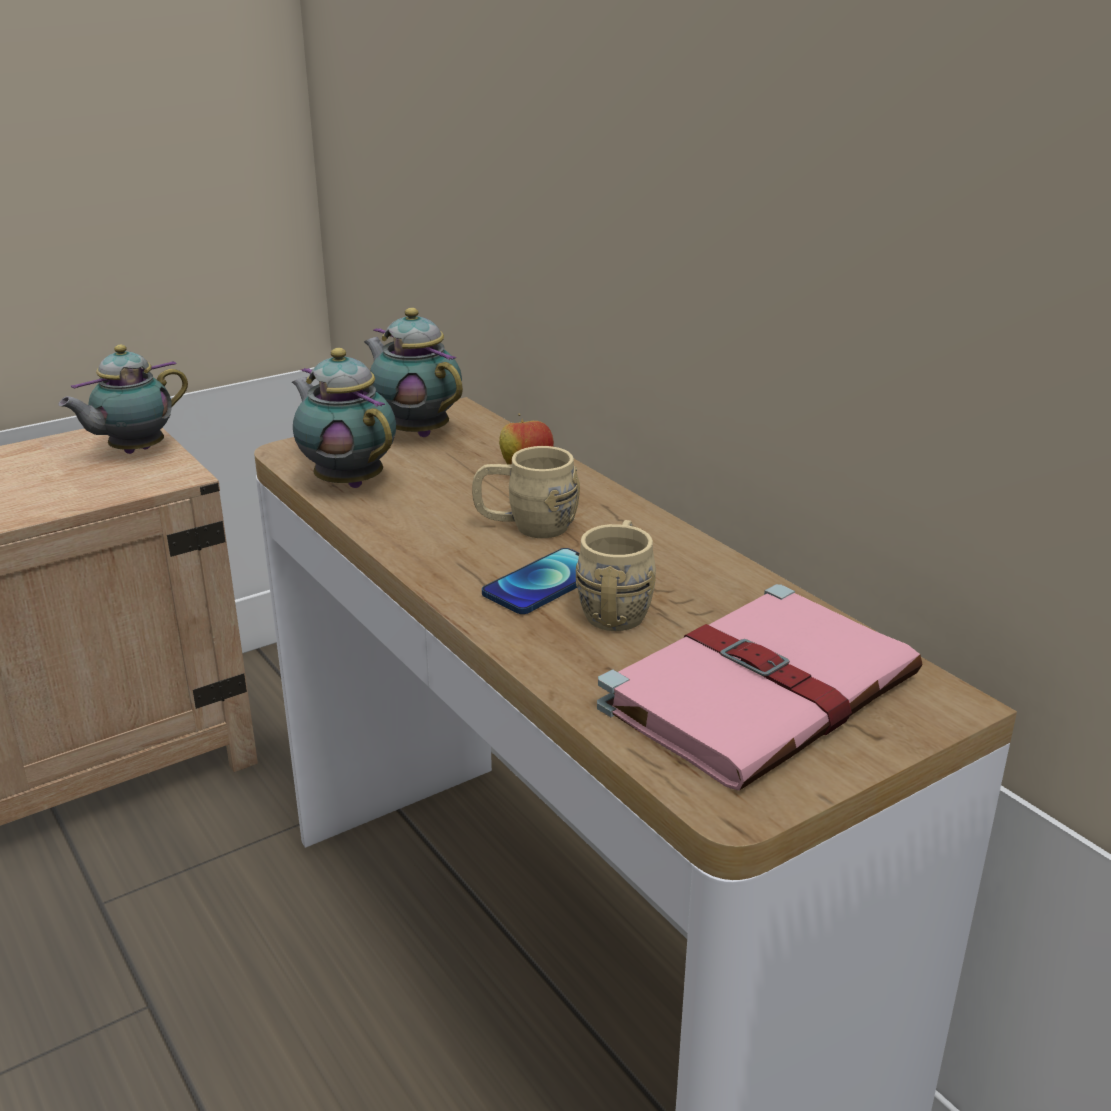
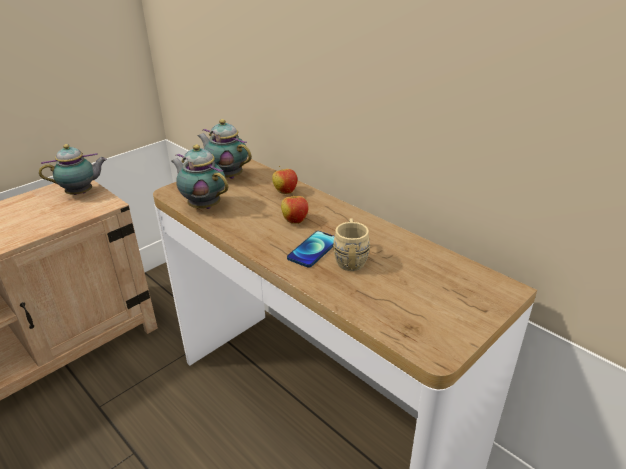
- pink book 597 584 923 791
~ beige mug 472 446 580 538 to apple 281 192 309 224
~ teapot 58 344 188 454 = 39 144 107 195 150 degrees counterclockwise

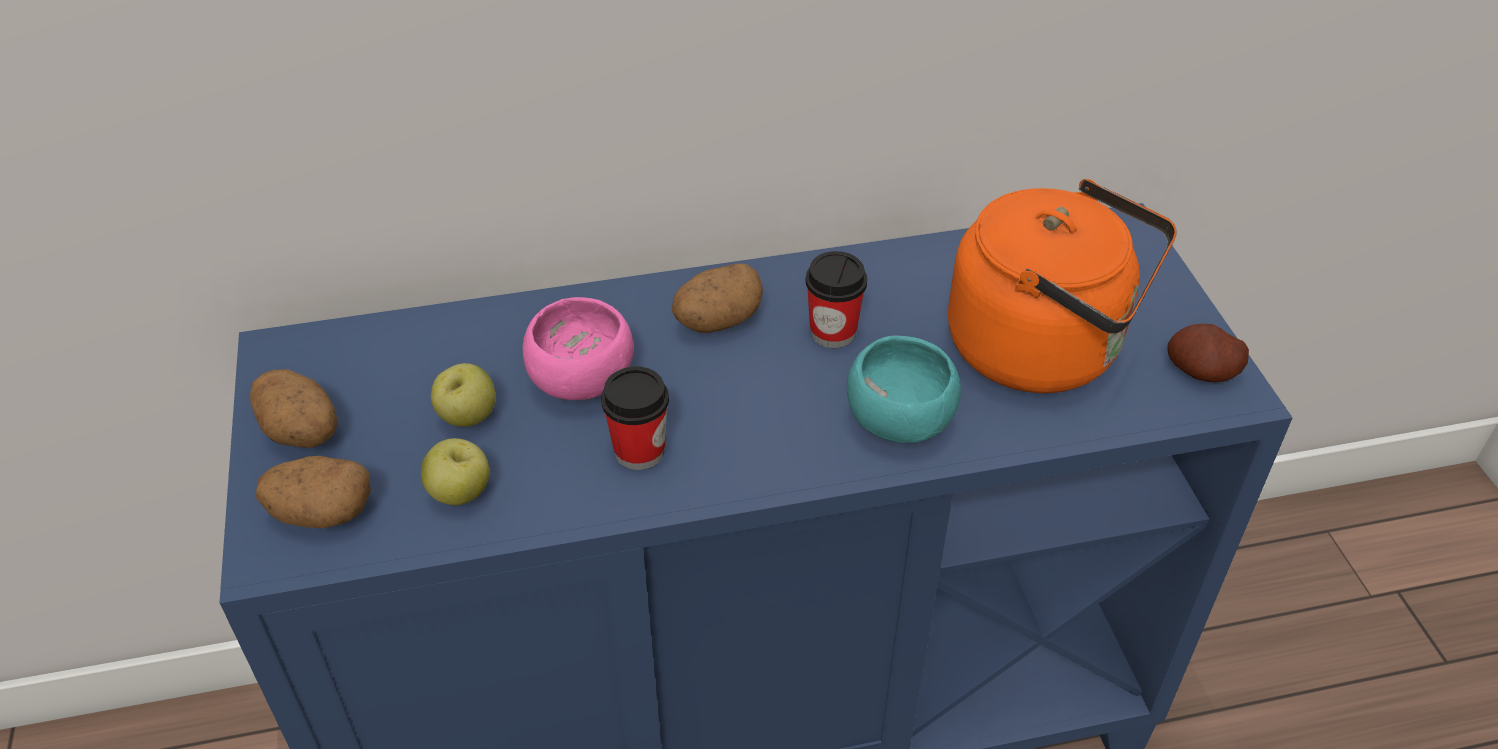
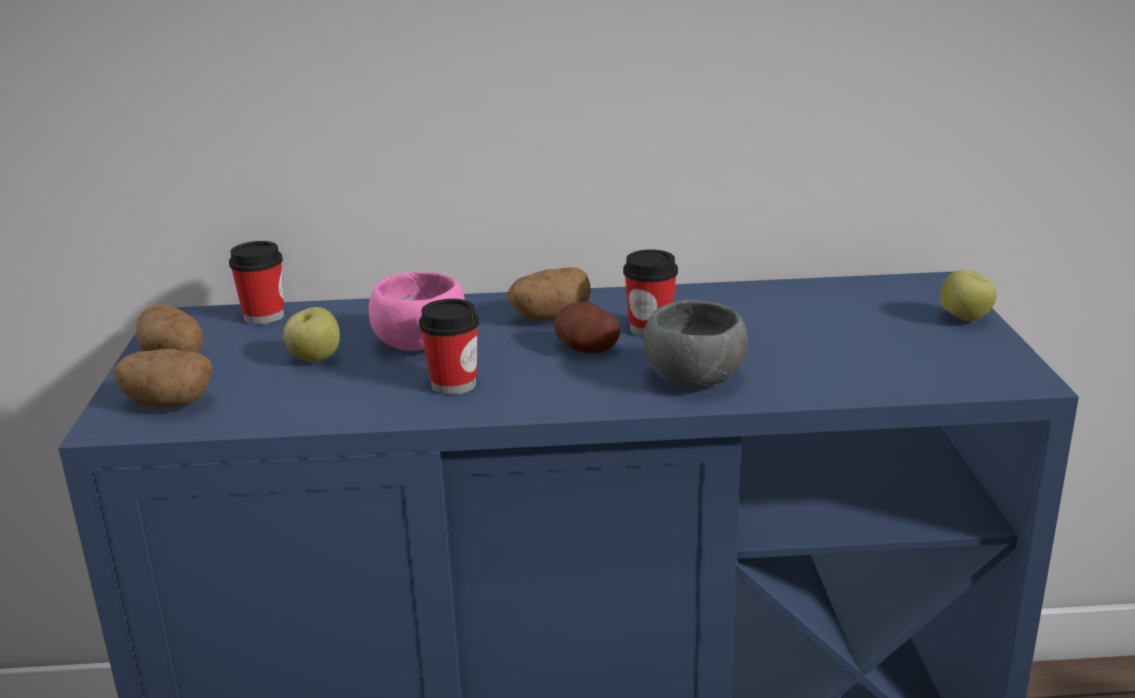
- orange kettle 948 179 1177 393
+ cup 229 241 284 324
~ apple 421 438 489 506 to 940 270 997 321
~ potato 1167 324 1249 382 to 554 302 620 354
~ turquoise bowl 847 336 961 443 to grey bowl 644 300 748 387

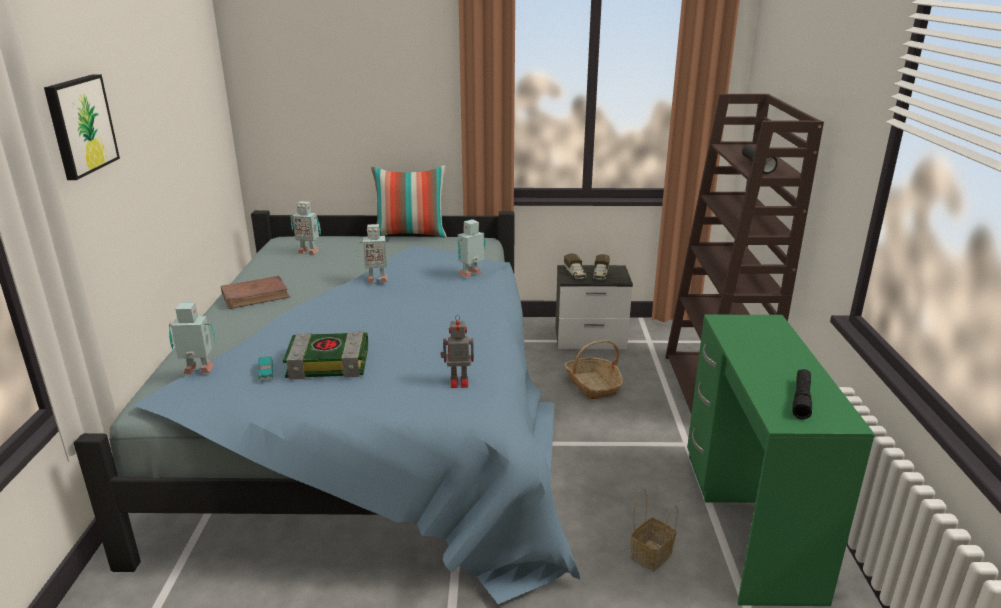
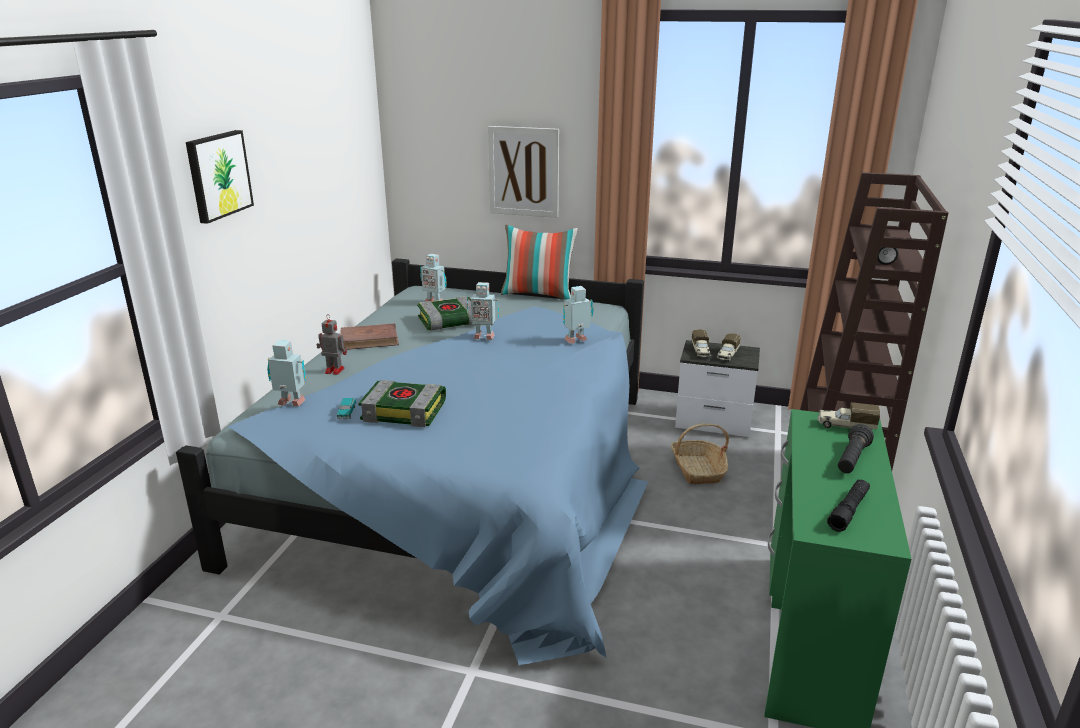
- basket 630 488 678 572
+ book 417 296 472 331
+ picture 488 126 559 218
+ toy truck 817 403 880 430
+ black flashlight 838 424 874 473
~ toy robot 440 315 474 388 to 316 316 347 375

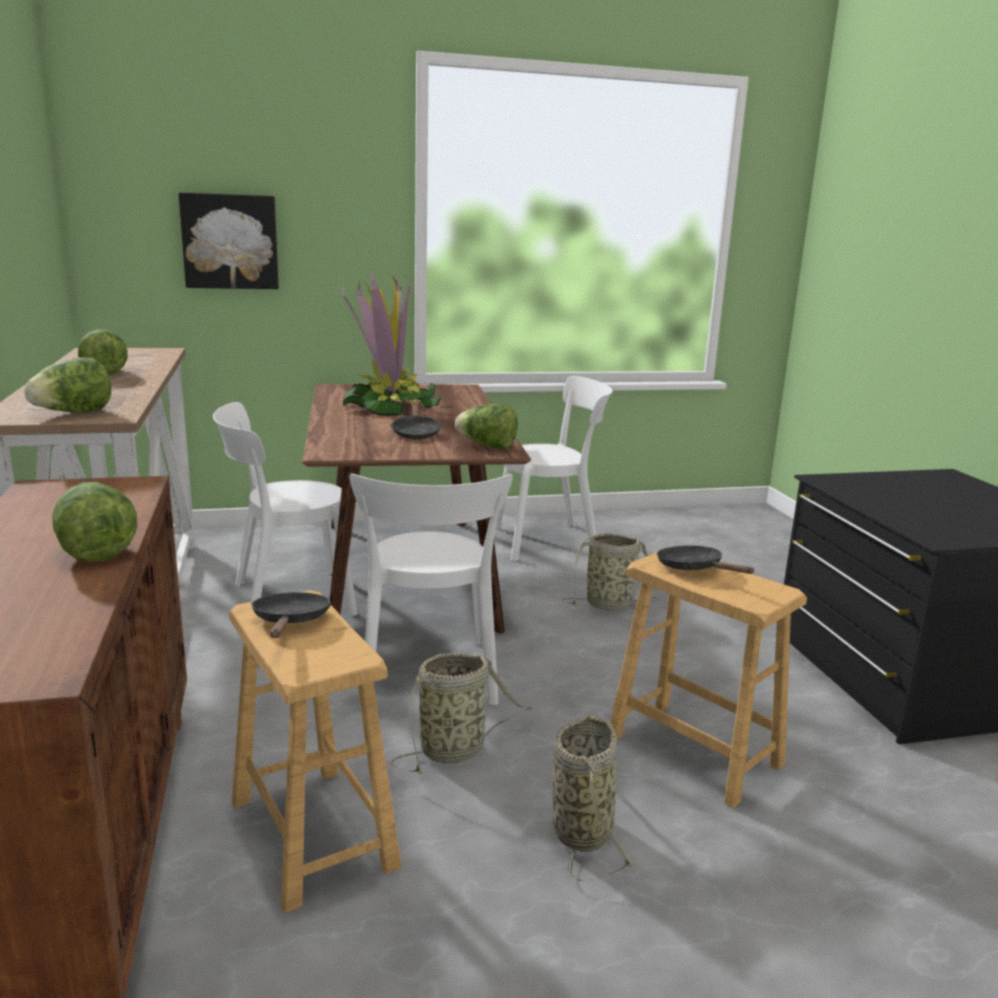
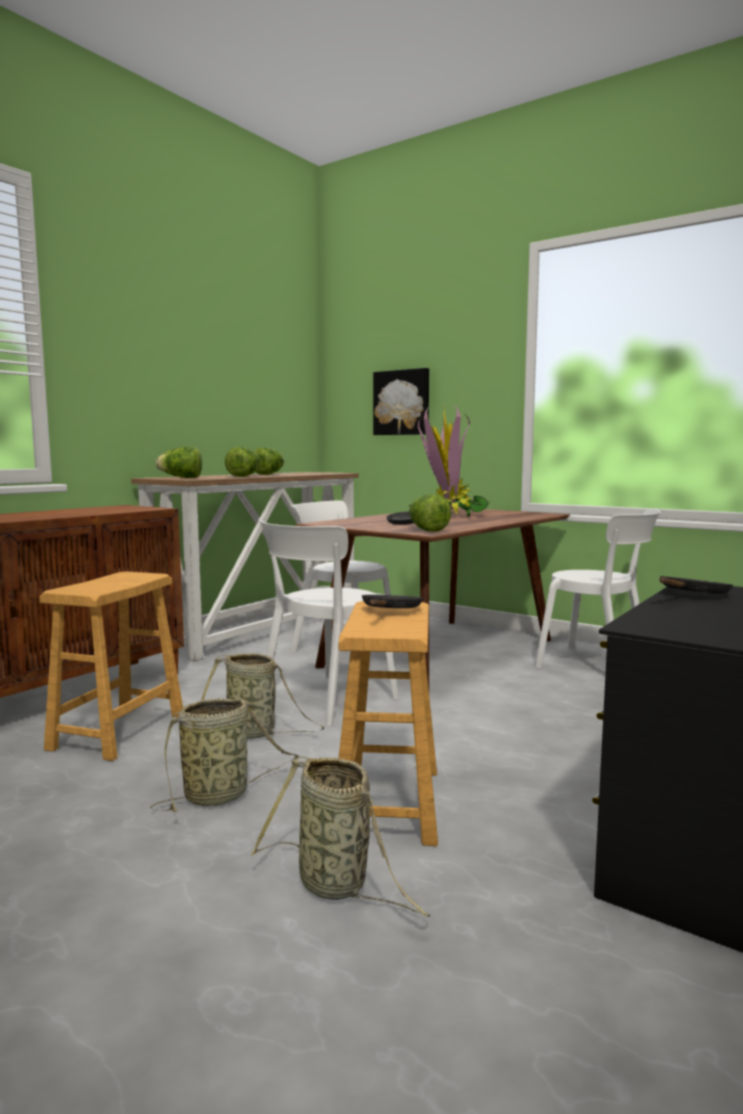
~ lettuce 52 482 137 562 to 225 447 260 477
~ black frying pan 251 592 331 638 to 660 576 733 594
~ basket 562 533 667 611 to 251 756 430 917

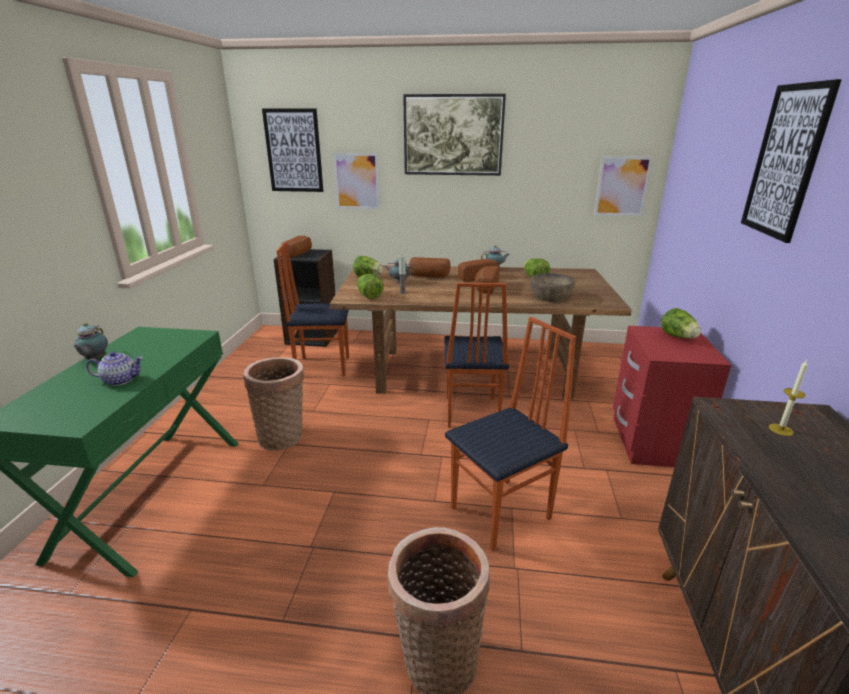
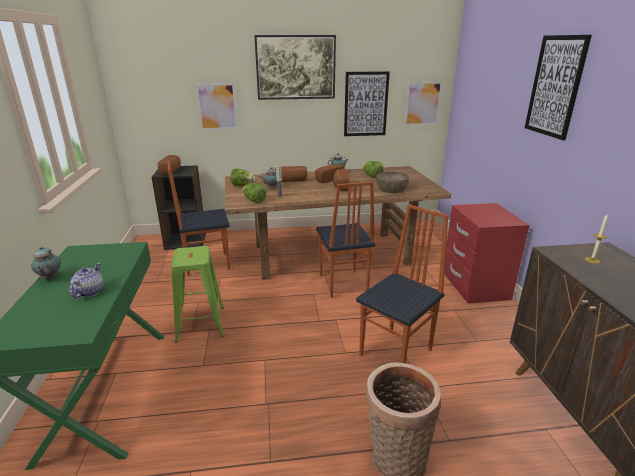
- lettuce 661 308 701 339
~ picture 262 108 324 192 to 344 71 390 136
~ basket 243 357 304 451 to green stool 171 246 224 343
~ teapot 86 351 144 386 = 70 263 104 298 60 degrees counterclockwise

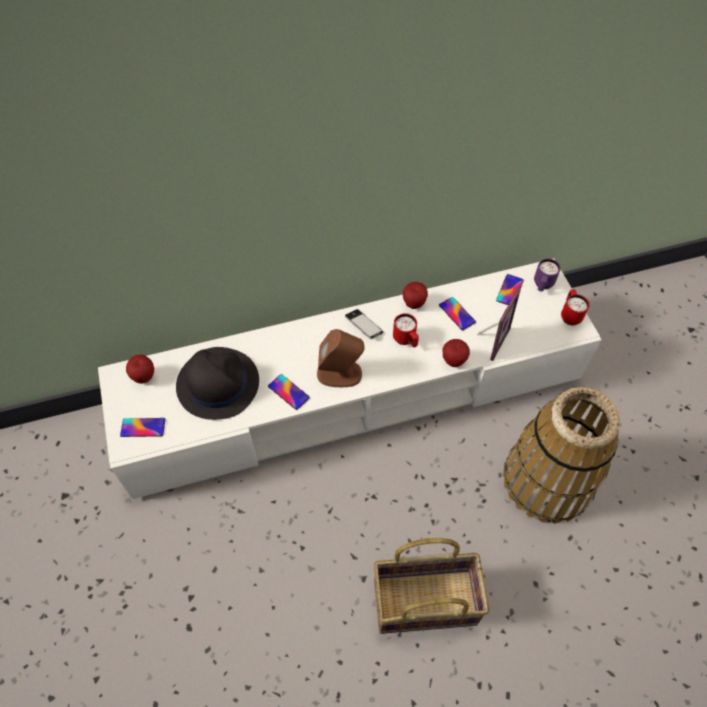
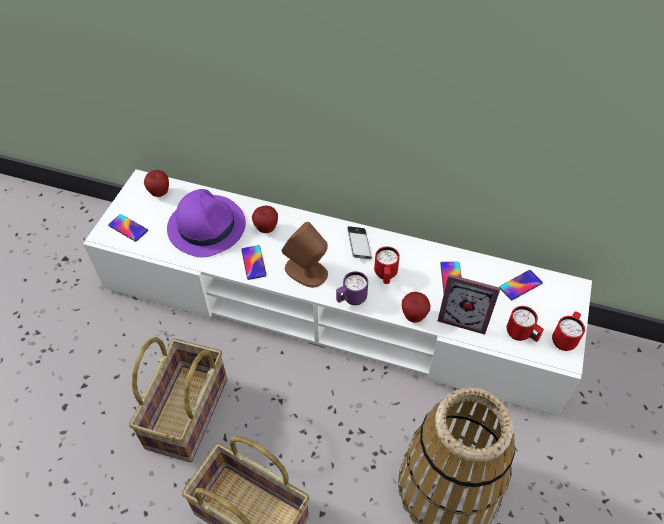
+ basket 129 337 227 462
+ red mug 507 306 544 342
~ apple 403 282 428 309 to 252 205 278 233
~ purple mug 534 258 561 292 to 336 271 368 305
~ black hat 176 347 259 420 to purple hat 167 189 246 257
~ picture frame 478 287 521 361 = 438 274 500 335 45 degrees clockwise

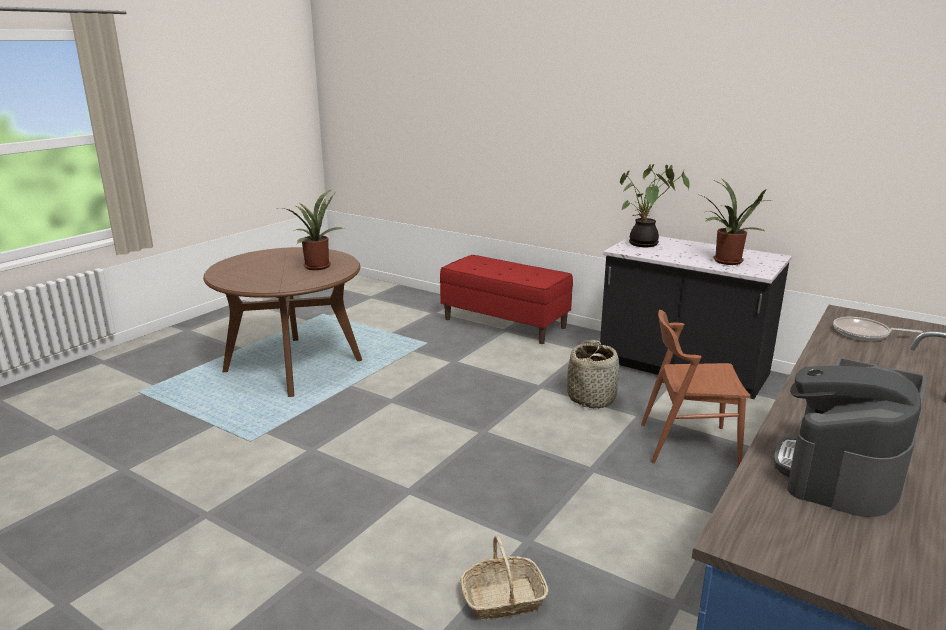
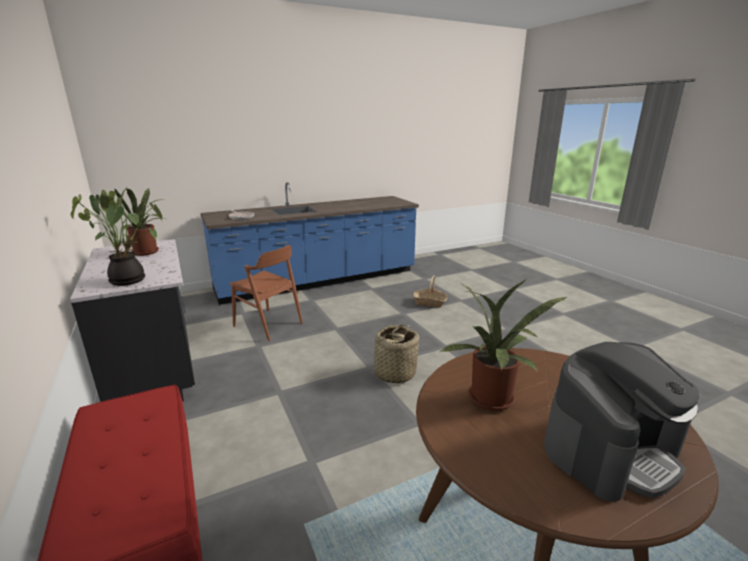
~ basket 567 340 619 408 to 367 324 419 383
~ coffee machine 774 365 921 517 to 544 342 699 502

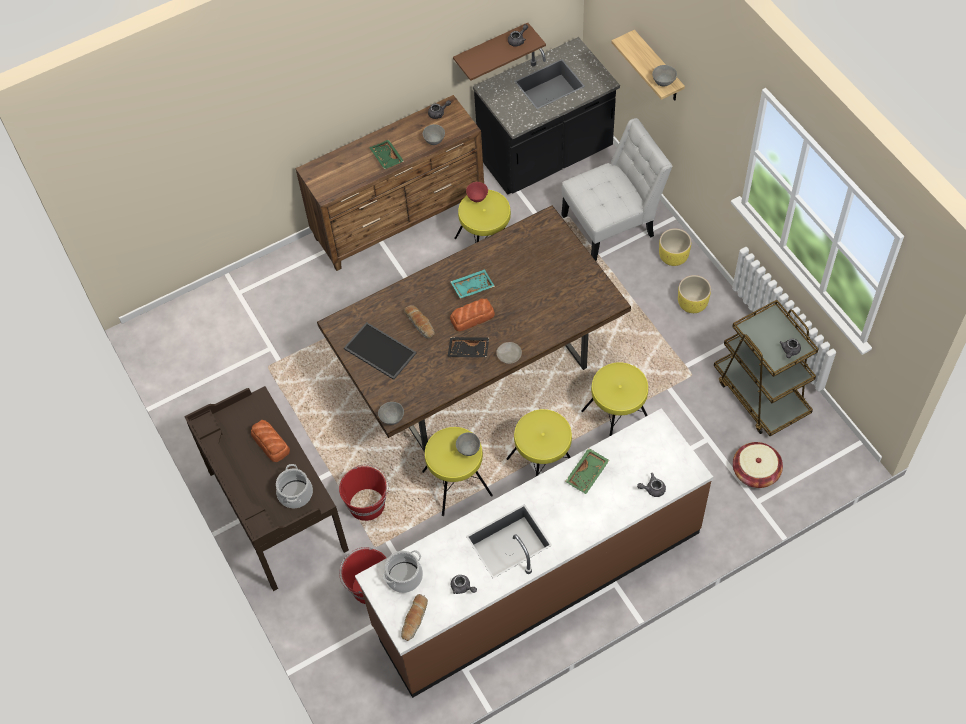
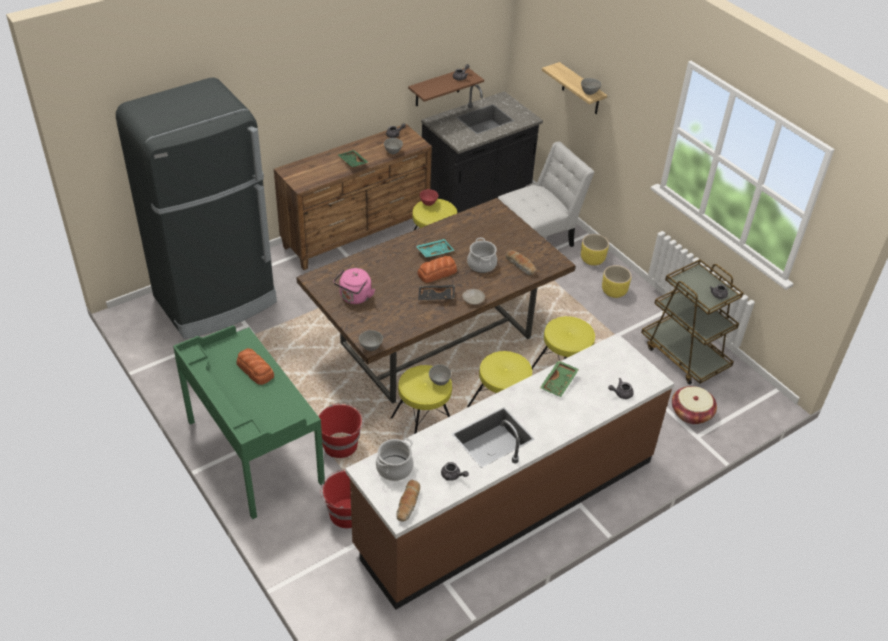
+ black fridge 116 77 277 339
~ cooking pot 276 464 313 508 to 467 238 497 273
~ bread 404 305 435 339 to 505 250 537 275
~ tray 344 322 417 380 to pink kettle 333 268 375 304
~ brown desk 184 386 349 591 to green desk 173 325 325 519

